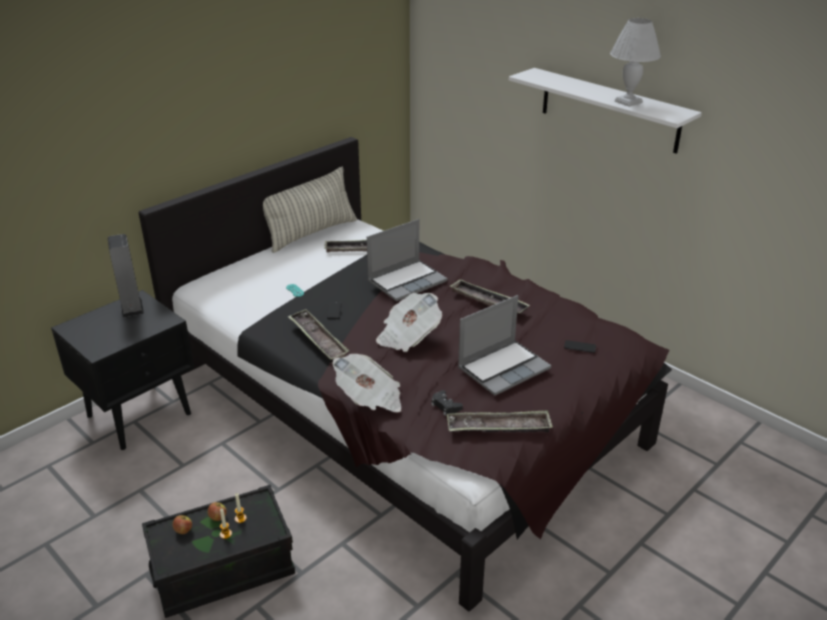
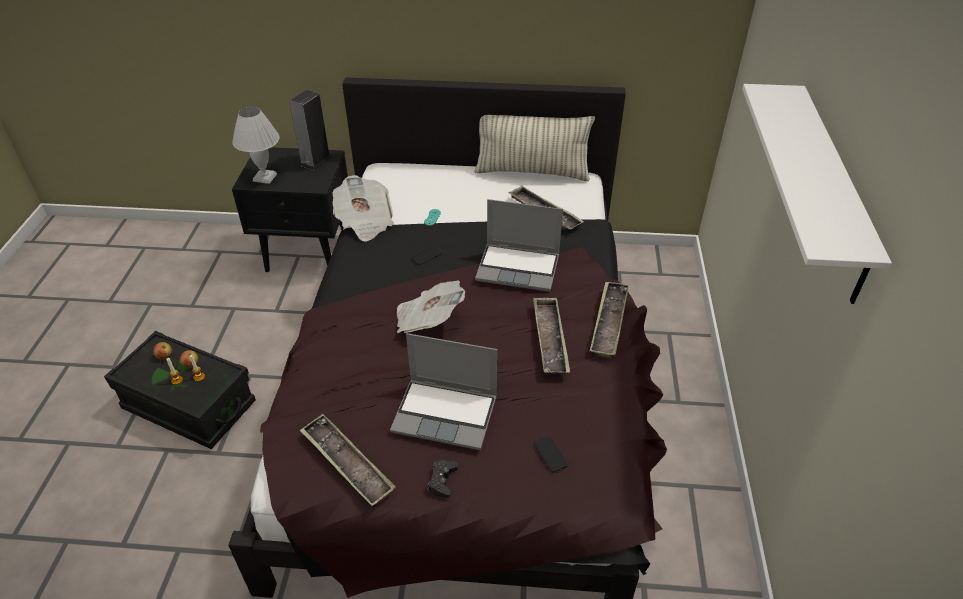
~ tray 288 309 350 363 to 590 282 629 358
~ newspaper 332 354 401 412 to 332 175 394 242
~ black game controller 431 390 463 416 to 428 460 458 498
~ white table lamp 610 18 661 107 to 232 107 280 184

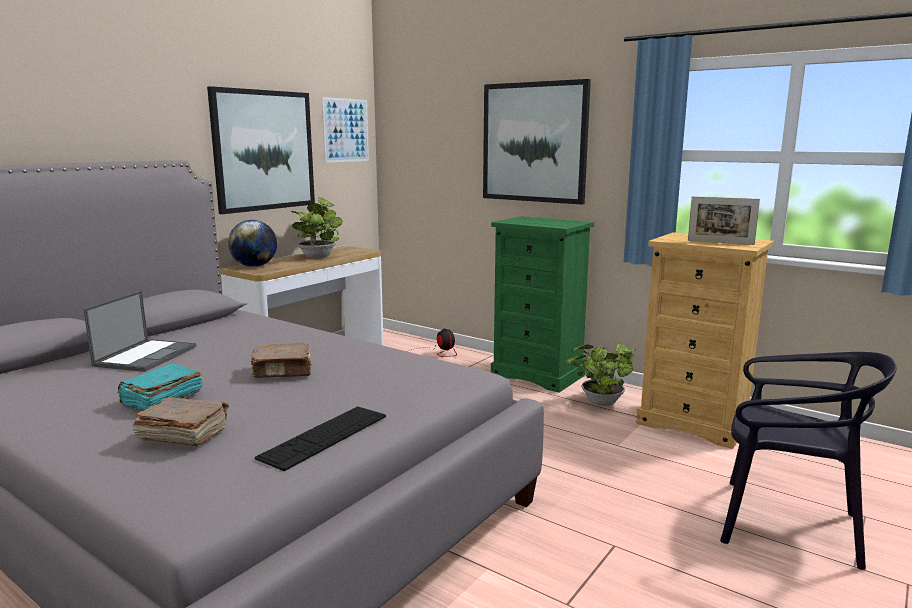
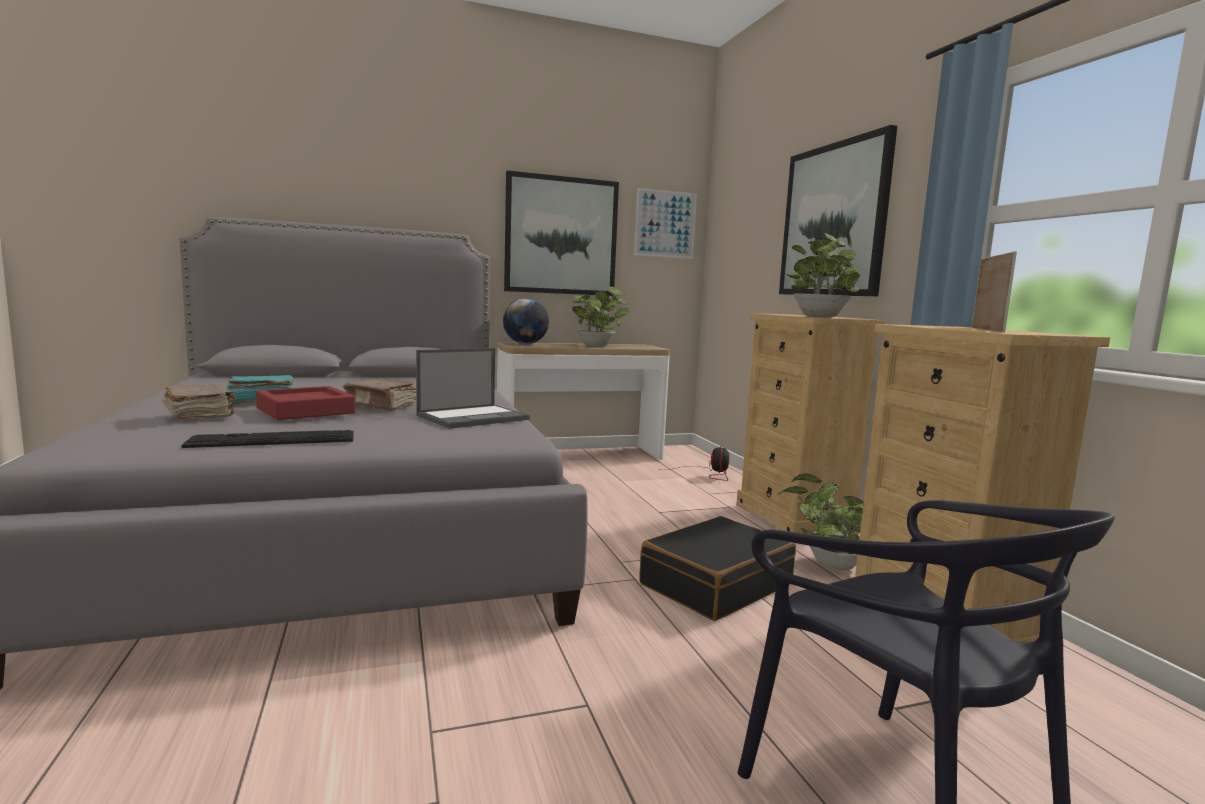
+ red tray 256 386 355 420
+ black suitcase 640 516 796 621
+ potted plant 787 233 860 317
~ laptop 83 291 196 372 to 416 348 529 429
~ green dresser 491 216 594 393 to beige dresser 737 313 885 535
~ picture frame 688 196 760 245 = 972 251 1017 333 135 degrees counterclockwise

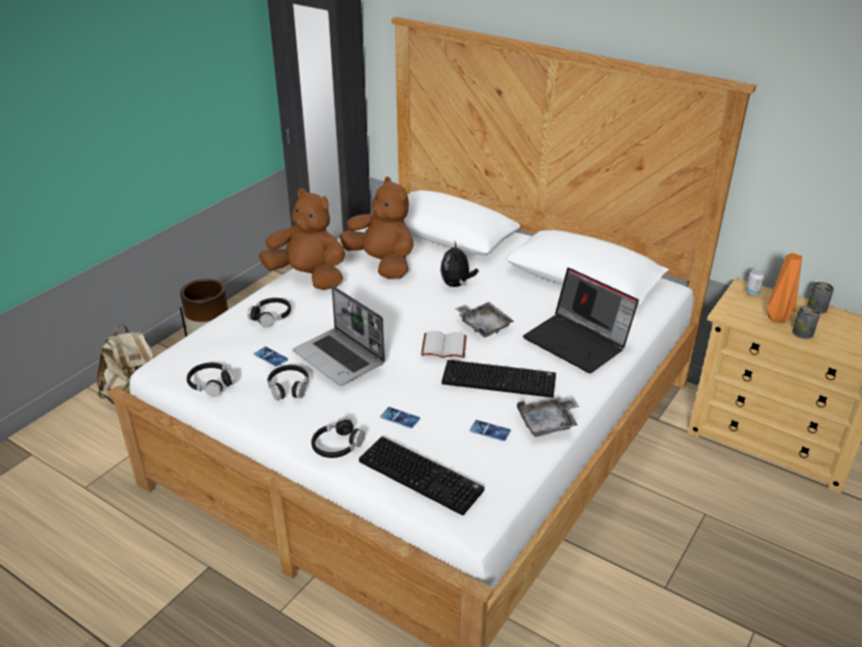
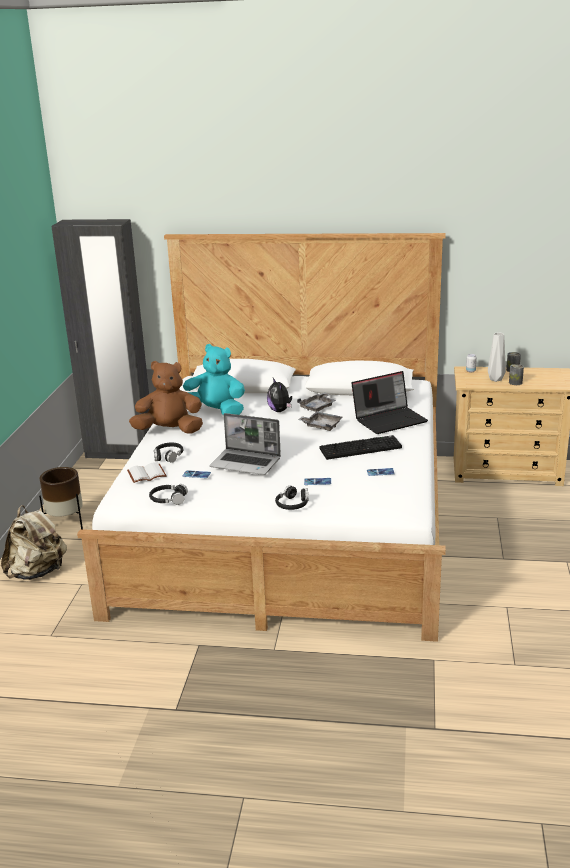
- black headphones 267 365 309 400
- keyboard 359 437 484 516
~ white book 421 331 466 358 to 127 463 167 483
~ grey tray 517 397 579 437 to 297 393 336 412
~ brown plush toy 340 177 414 279 to turquoise plush toy 183 344 245 416
~ orange vase 767 253 802 323 to grey vase 488 332 506 382
~ laptop 523 268 639 373 = 351 371 428 434 45 degrees counterclockwise

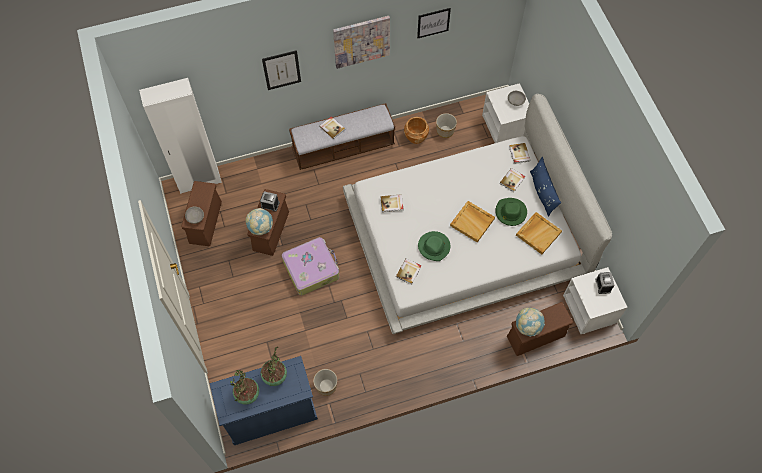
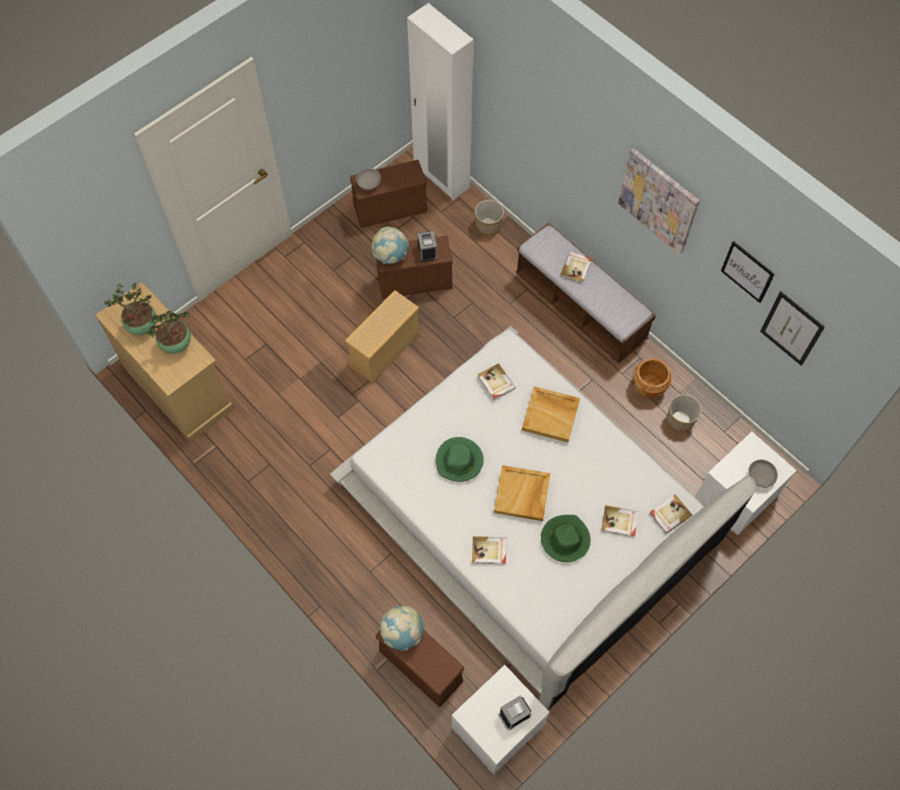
- blue pillow 530 157 561 217
~ picture 262 50 301 90 to 760 291 825 366
~ planter 313 369 337 396 to 475 200 504 235
~ book 396 259 422 285 to 472 536 506 564
~ beige tray 516 212 562 254 to 522 386 580 442
~ suitcase 282 237 339 295 to beige storage box 345 290 420 383
~ blue dresser 210 356 318 445 to beige dresser 95 282 234 442

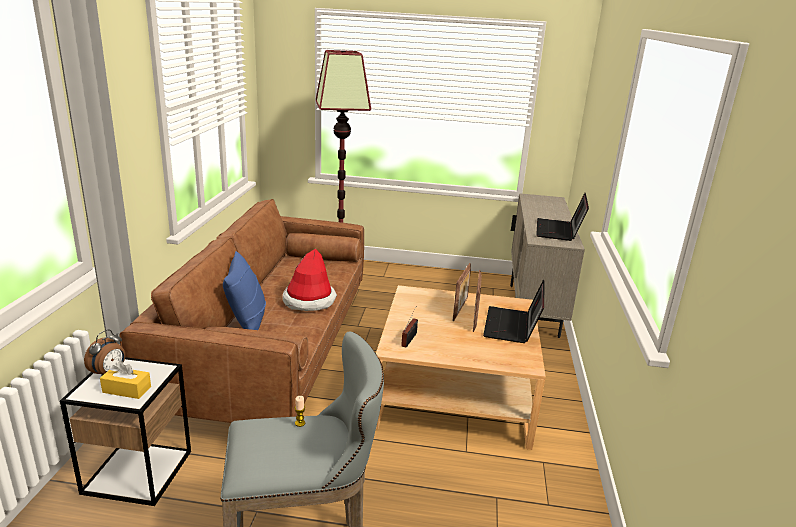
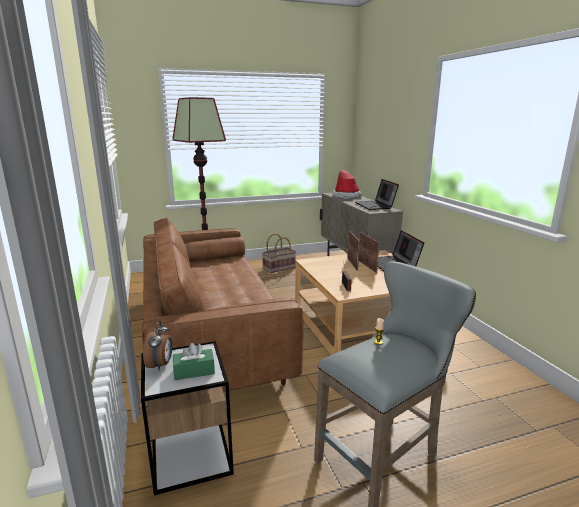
- blue pillow 223 251 266 330
+ basket 262 234 296 273
~ hat 282 249 337 311 to 332 169 362 199
~ yellow tissue box 100 361 151 399 to green tissue box 173 343 215 380

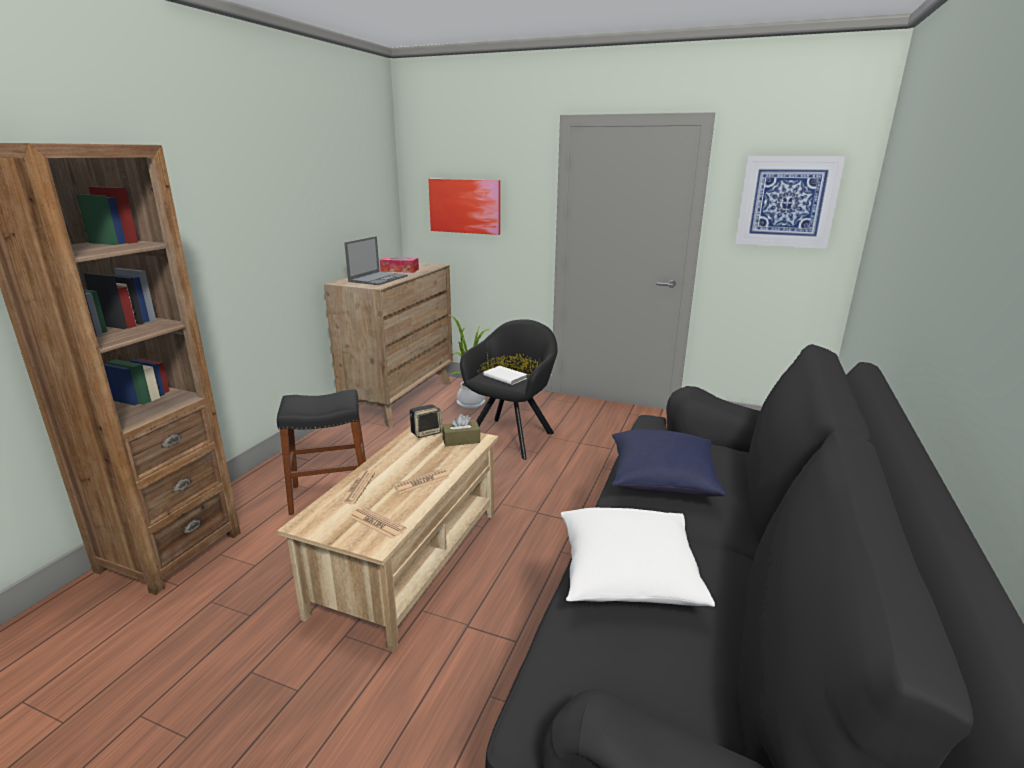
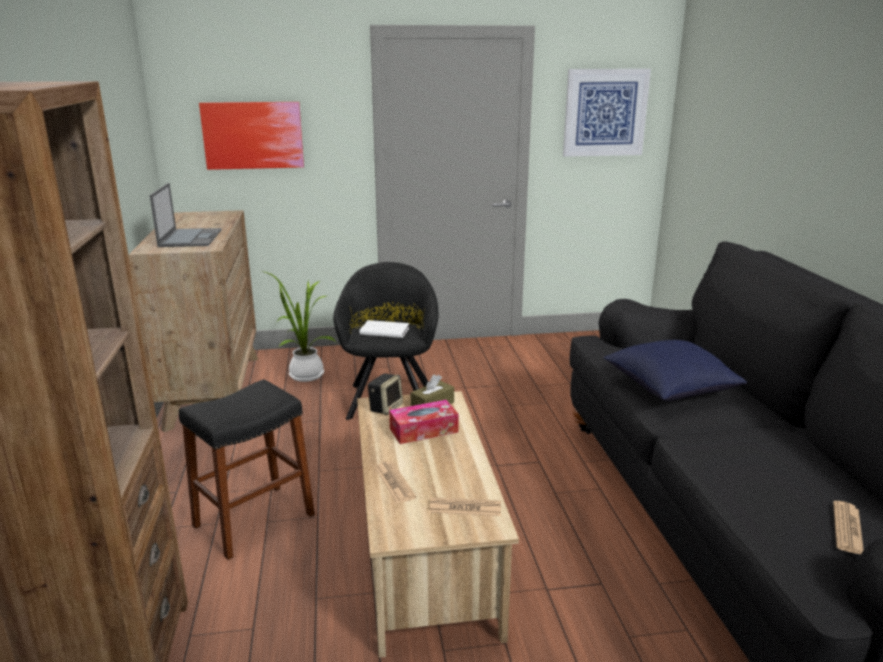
- white pillow 561 508 715 607
~ tissue box 380 257 419 273 to 389 400 459 444
~ newspaper 392 469 450 494 to 833 501 864 554

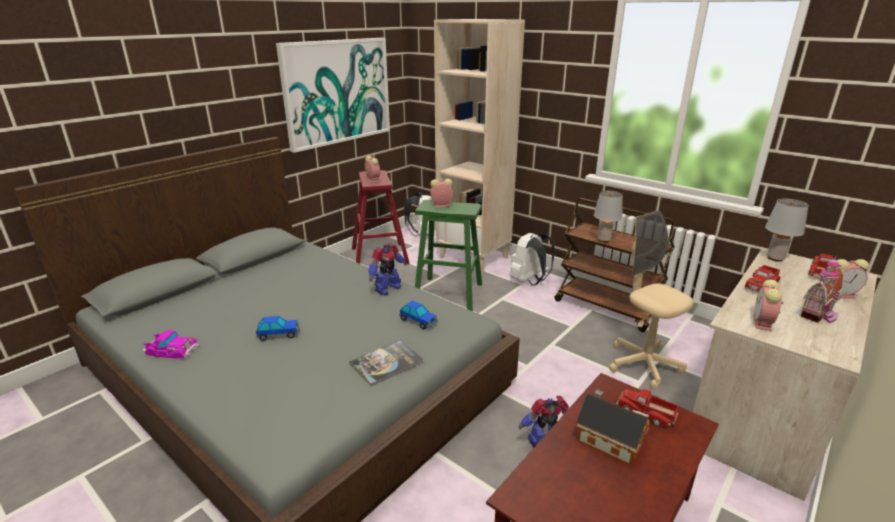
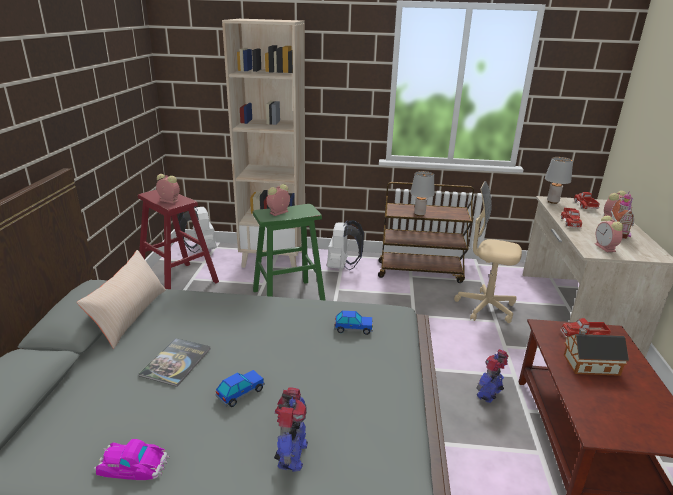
- picture 276 38 390 153
+ beige pillow 77 250 166 349
~ book 349 340 423 386 to 139 338 211 387
~ toy robot 368 243 407 296 to 274 387 308 472
~ toy car 142 330 199 359 = 94 439 170 480 150 degrees counterclockwise

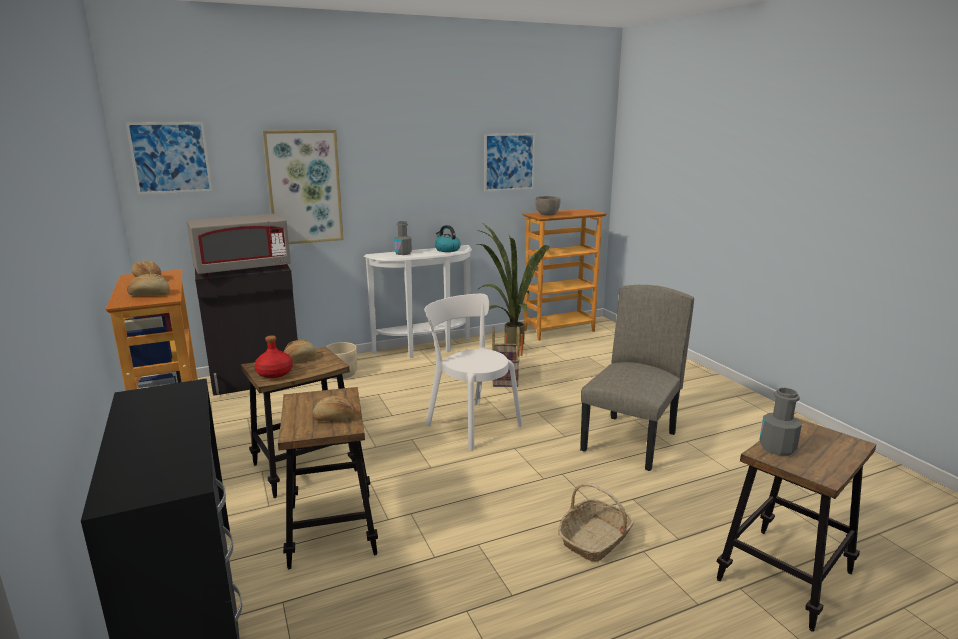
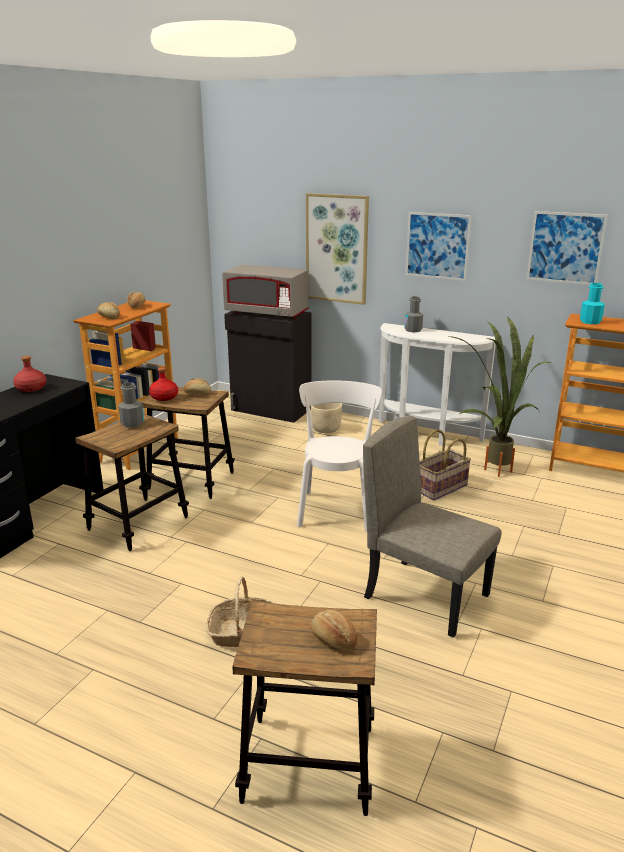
- kettle 435 225 461 252
+ red bottle 13 356 46 392
~ picture 126 122 212 195 to 405 212 472 281
~ bread 312 396 356 421 to 310 610 358 650
~ grey bottle 759 388 802 456 to 118 382 144 428
~ grey bowl 535 196 561 215 to turquoise bottle 580 283 605 324
~ beige chair 580 285 694 471 = 363 416 502 638 135 degrees counterclockwise

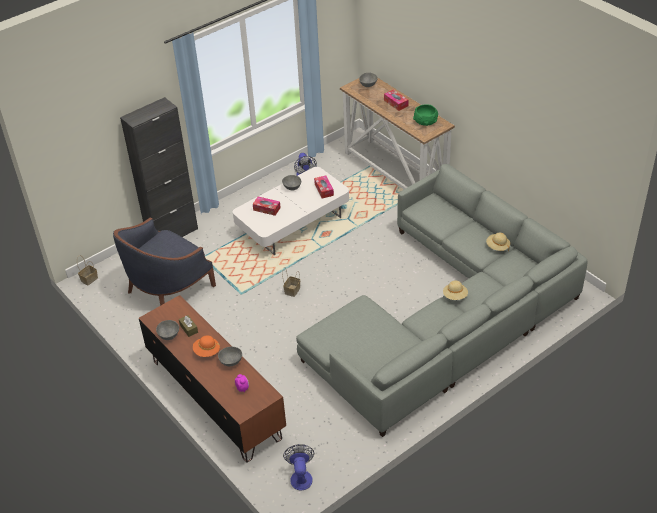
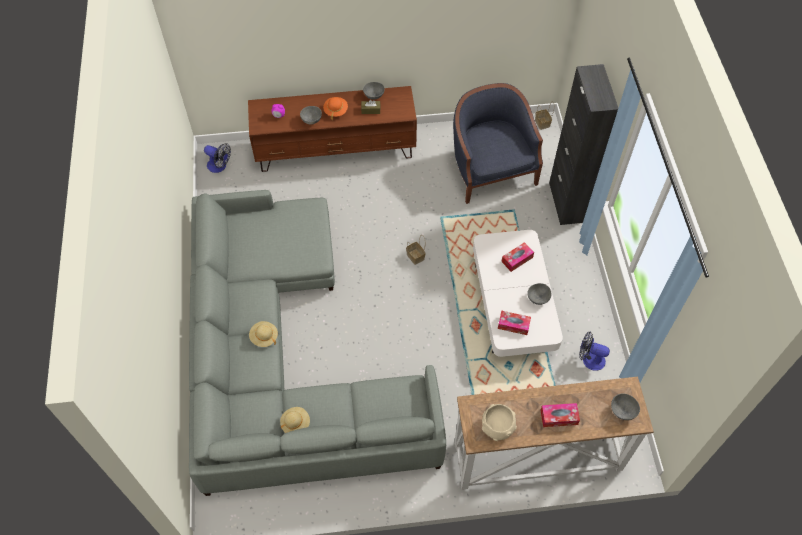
~ green bowl 413 104 438 126 to beige bowl 482 404 517 441

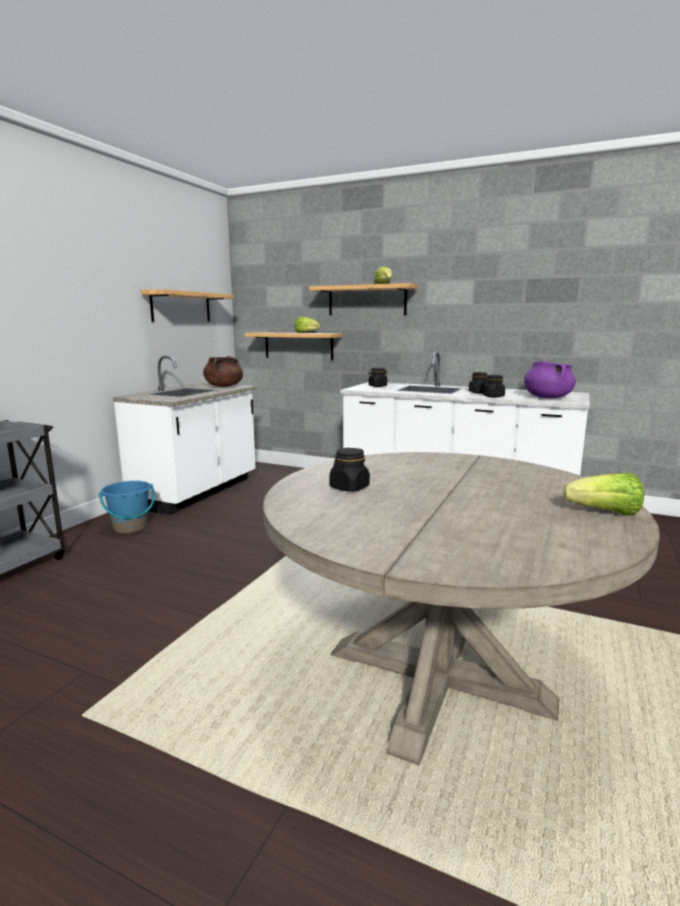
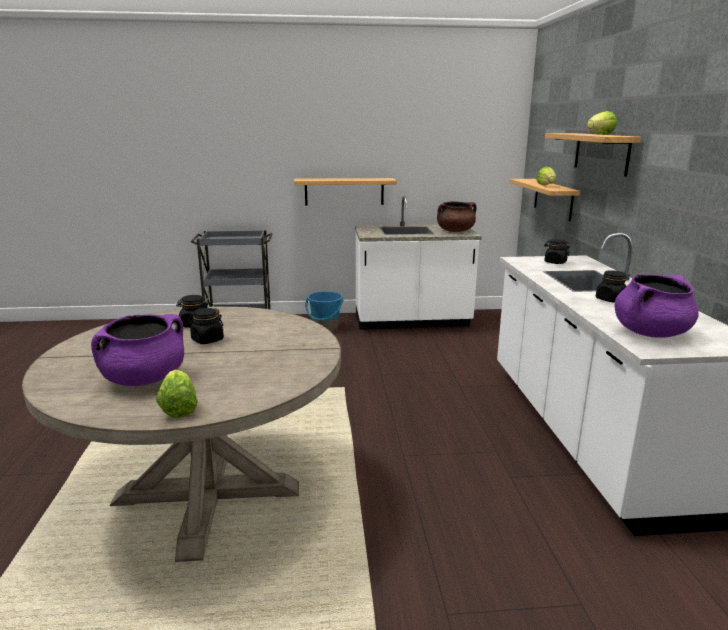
+ purple cooking pot 91 314 184 386
~ shelf 141 289 234 322 to 294 178 397 205
~ black jar 482 375 505 397 to 188 308 224 344

